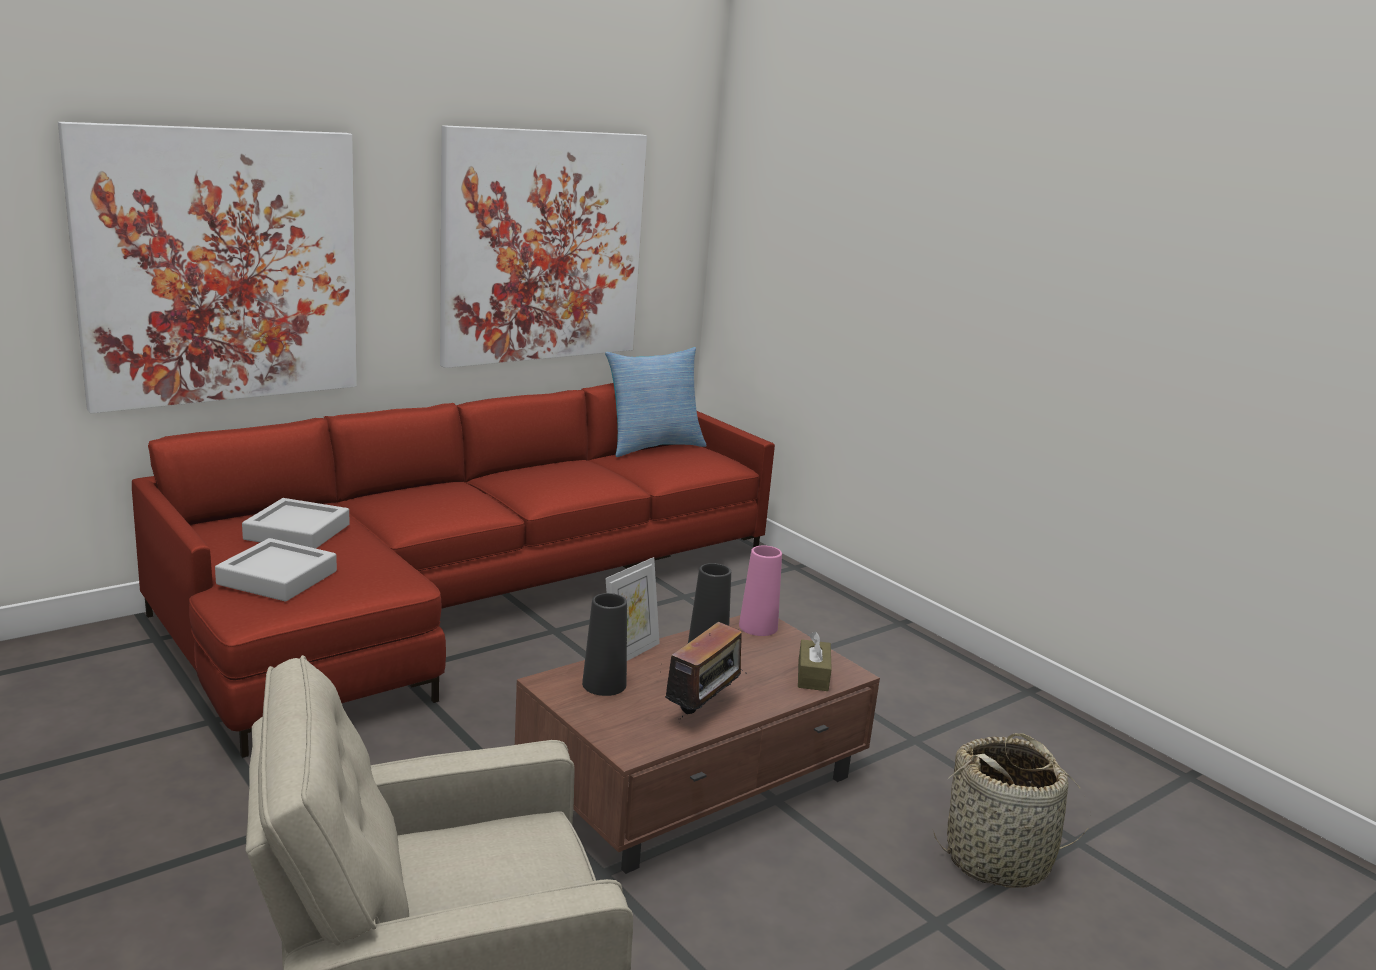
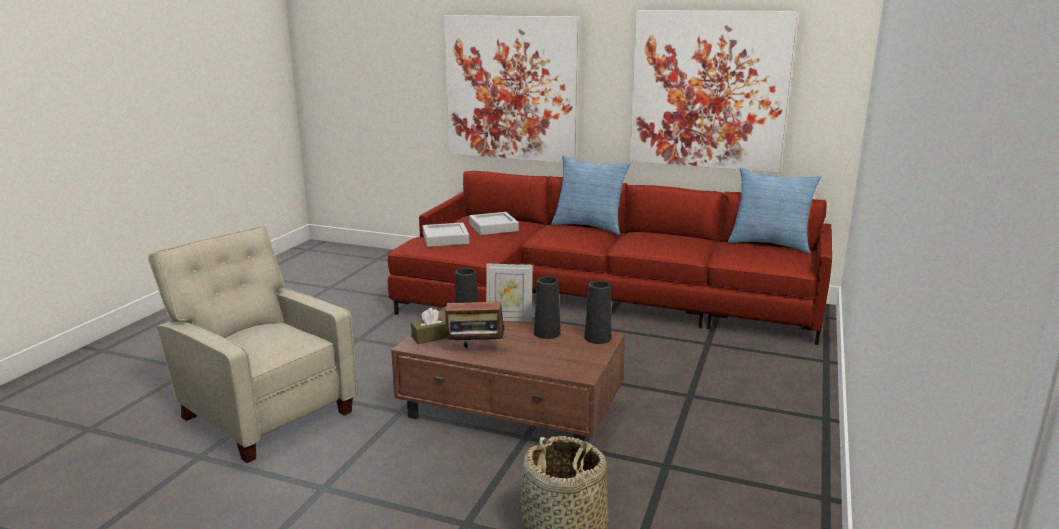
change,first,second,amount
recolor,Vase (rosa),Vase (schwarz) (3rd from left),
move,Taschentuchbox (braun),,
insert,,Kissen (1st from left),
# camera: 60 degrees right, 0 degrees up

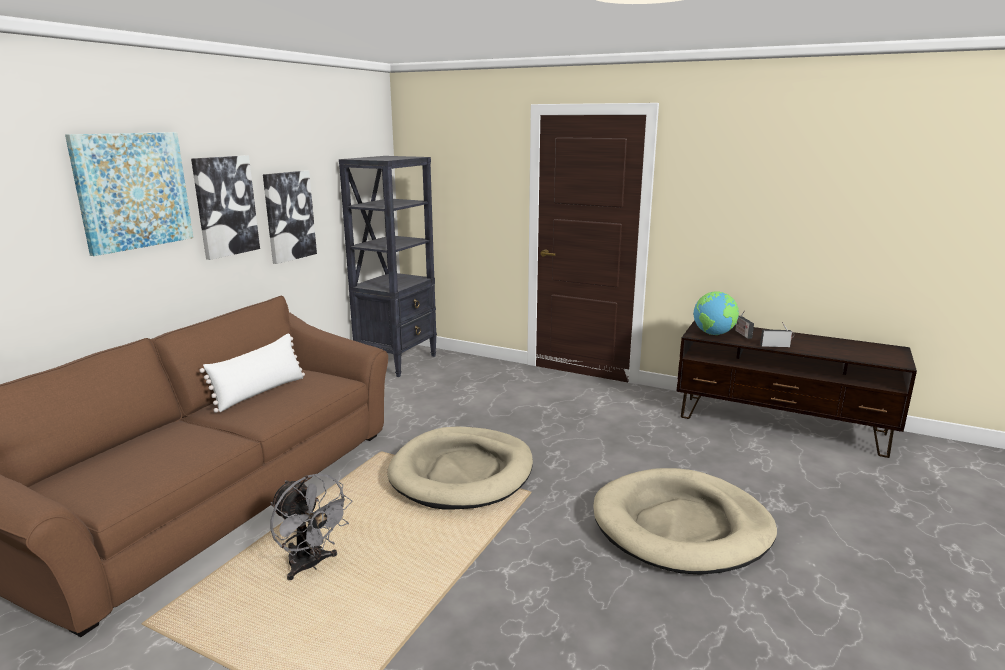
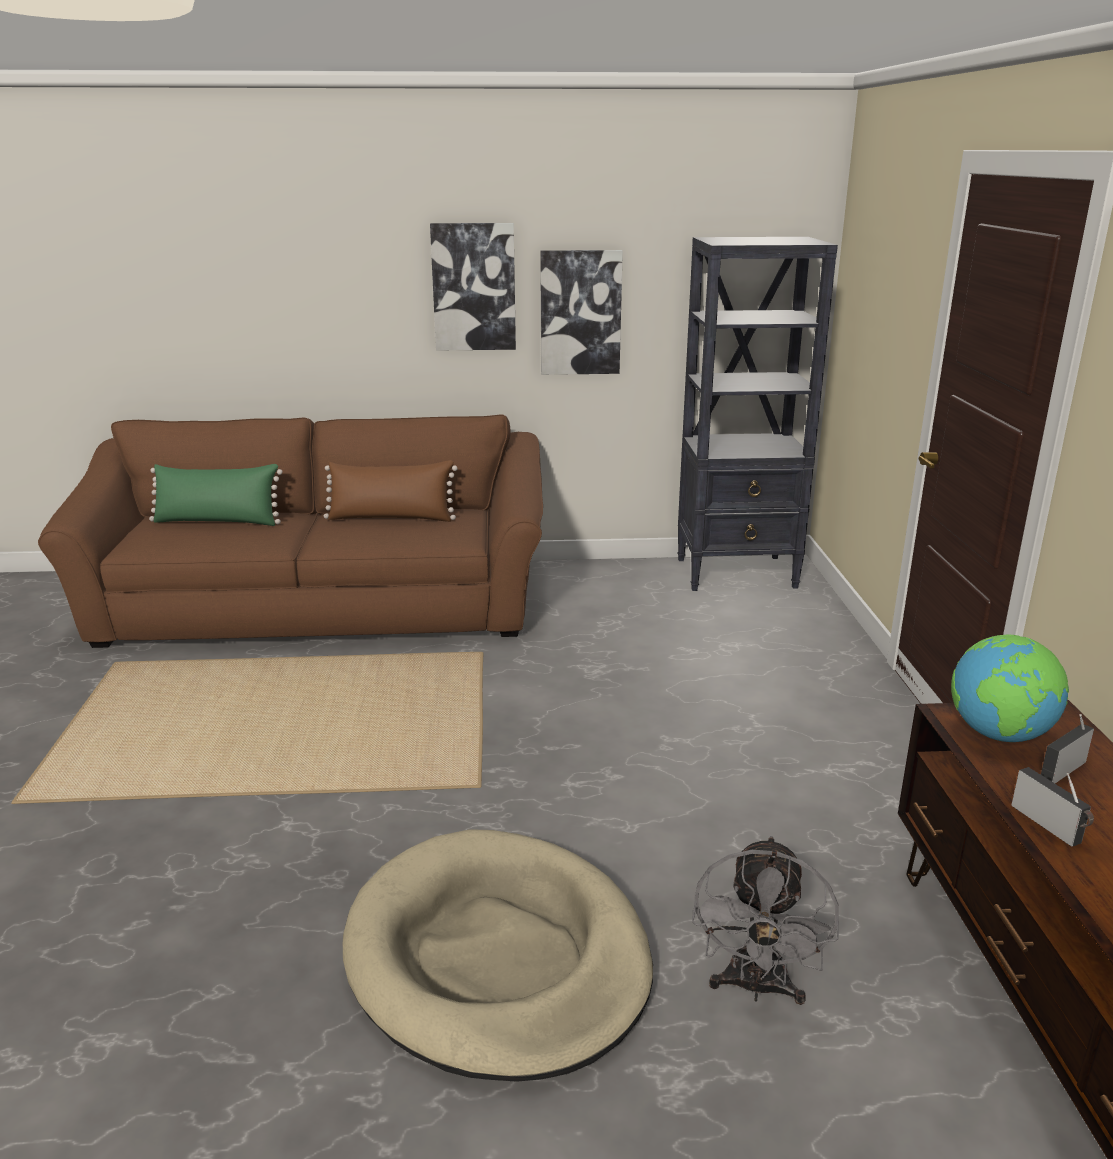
change,first,second,amount
delete,Bild (1st from left),,
recolor,Kissen (weiß),Kissen (braun),
delete,Hundebett (beige) (1st from left),,
move,Ventilator (grau),,
insert,,Kissen (grün),
# camera: 60 degrees right, 5 degrees up

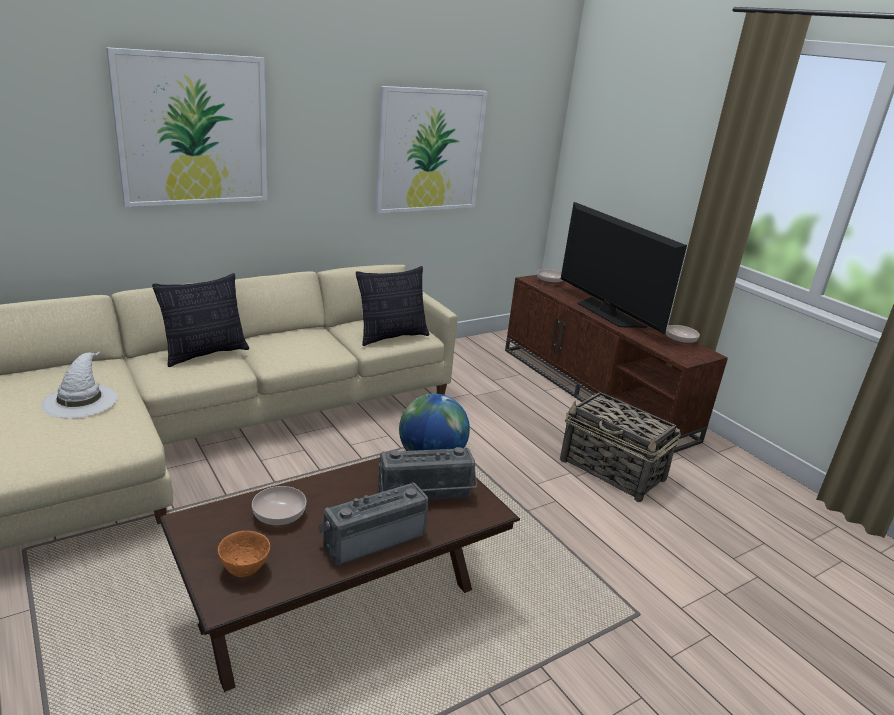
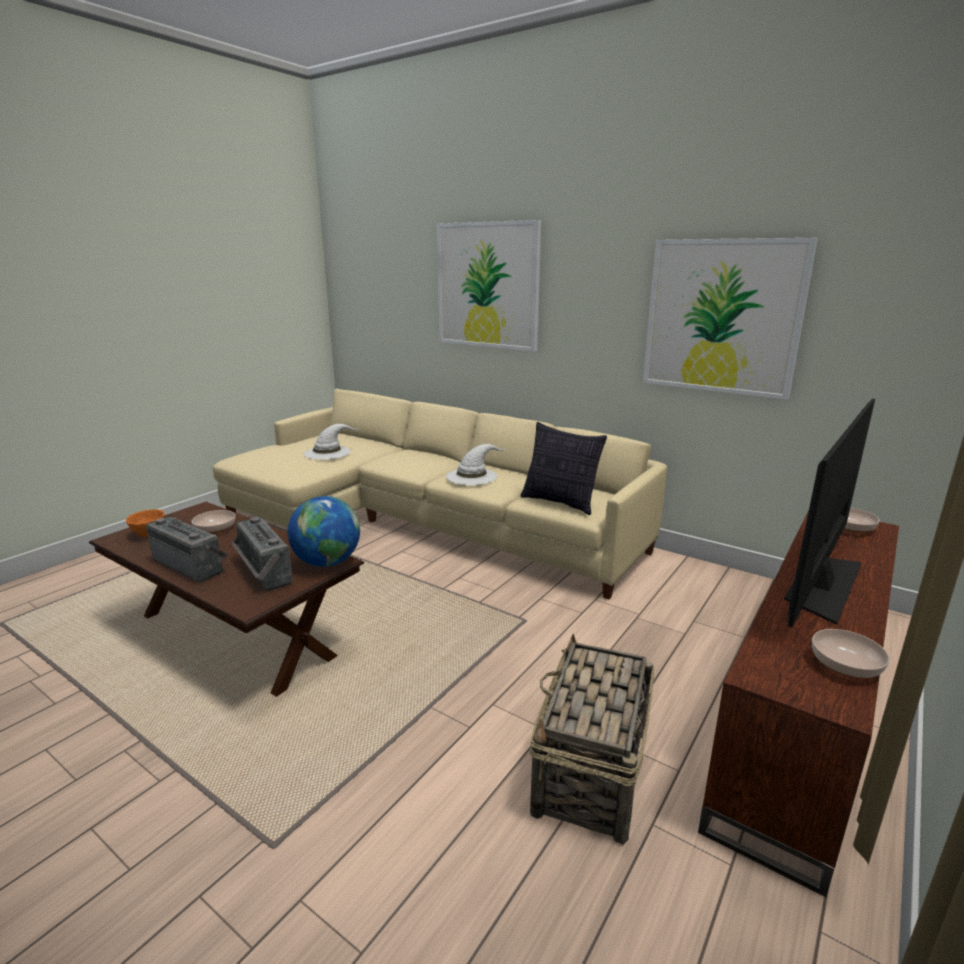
change,first,second,amount
delete,Kissen (1st from left),,
insert,,Hut (weiß) (2nd from left),
# camera: 70 degrees right, 5 degrees down

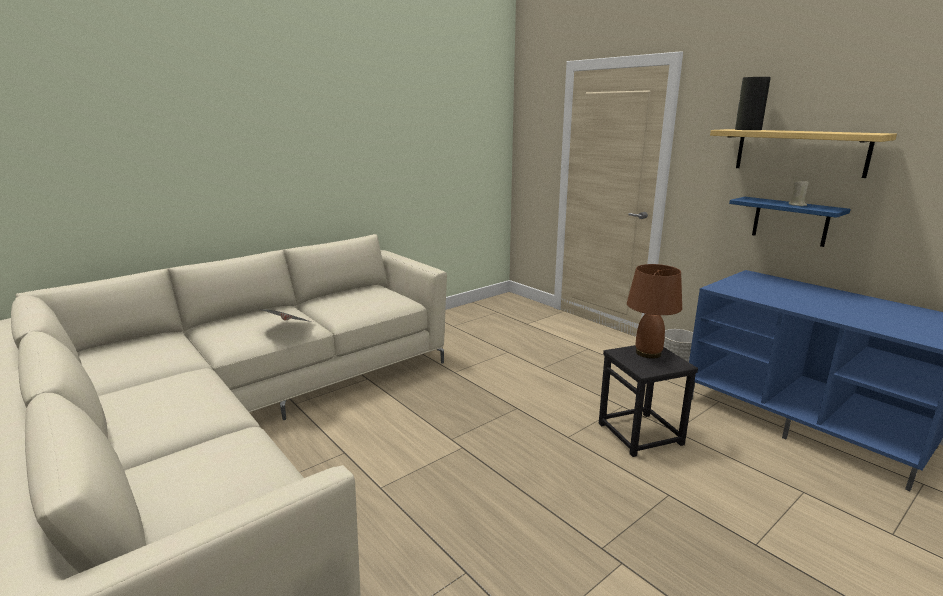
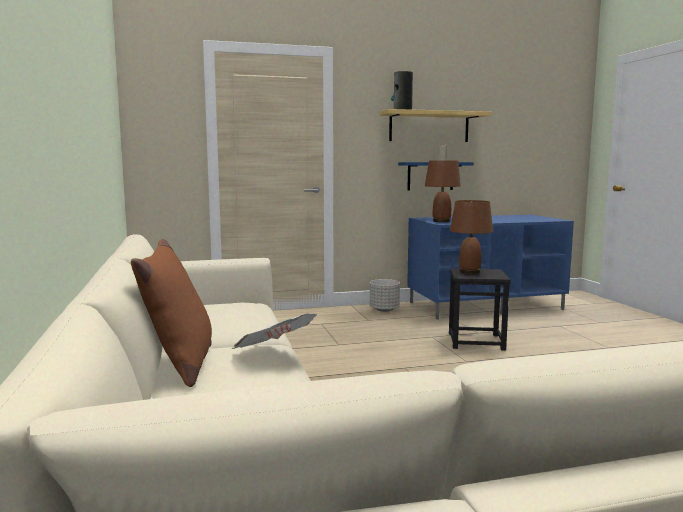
change,first,second,amount
insert,,Tischlampe (braun) (1st from left),
insert,,Kissen (braun),
# camera: 65 degrees left, 10 degrees down

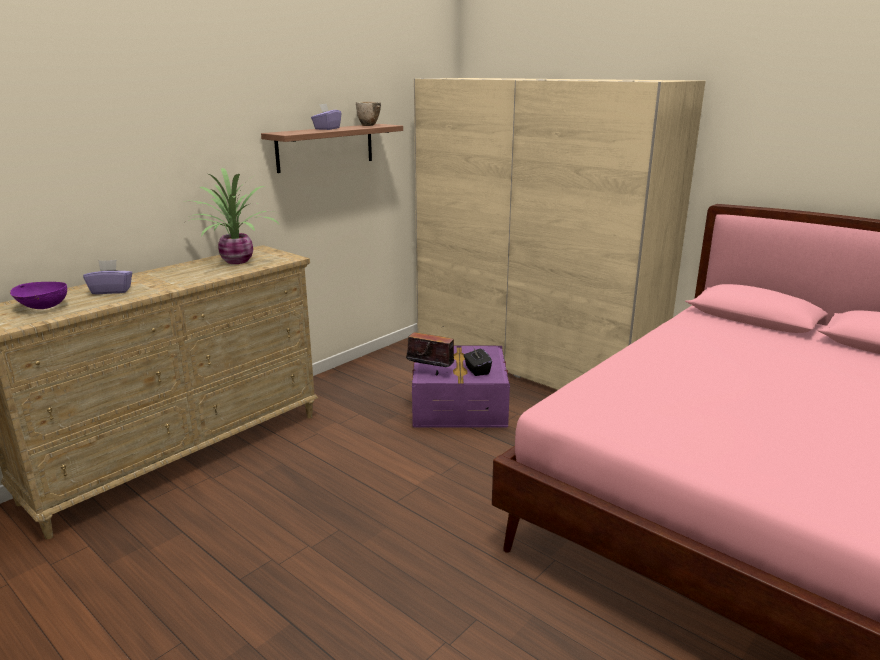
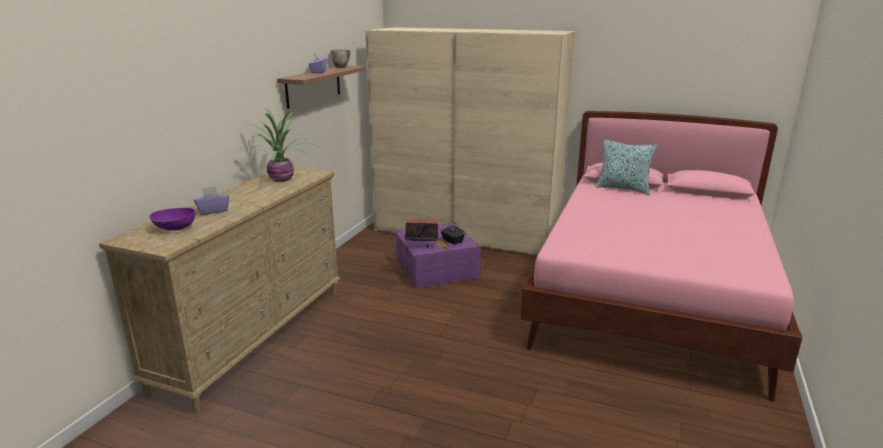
change,first,second,amount
insert,,Kissen,
# camera: 20 degrees left, 0 degrees up

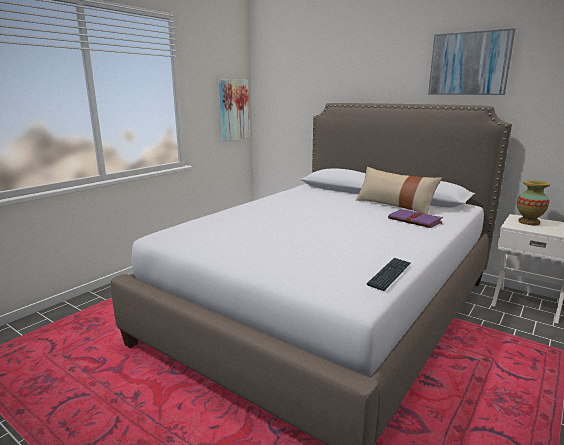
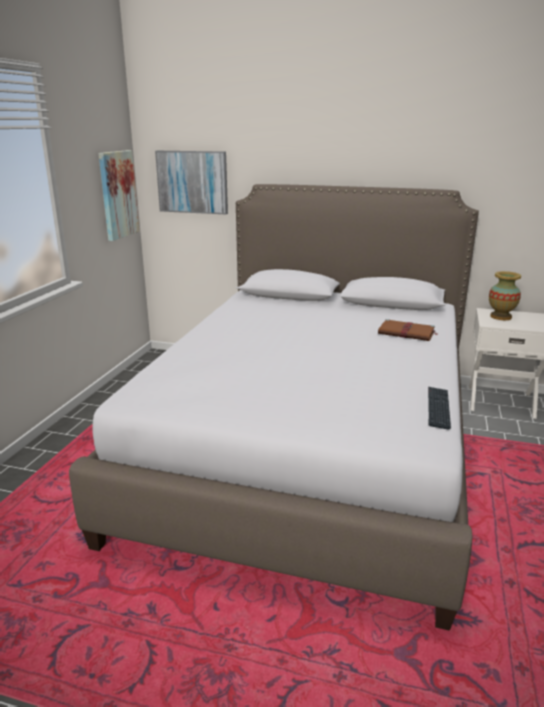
change,first,second,amount
move,Bild (2nd from left),,
delete,Kissen (beige),,
recolor,Buch (lila),Buch (braun),
# camera: 20 degrees left, 5 degrees up

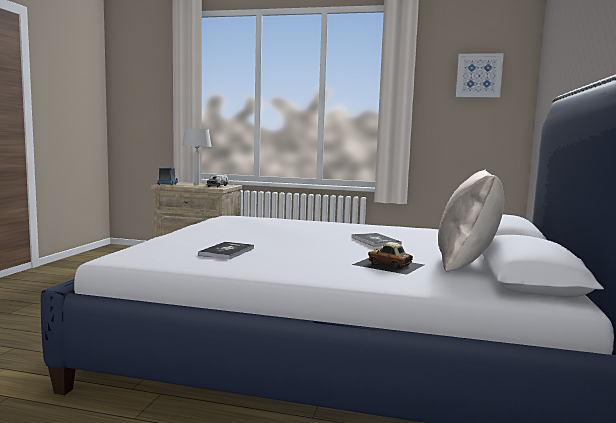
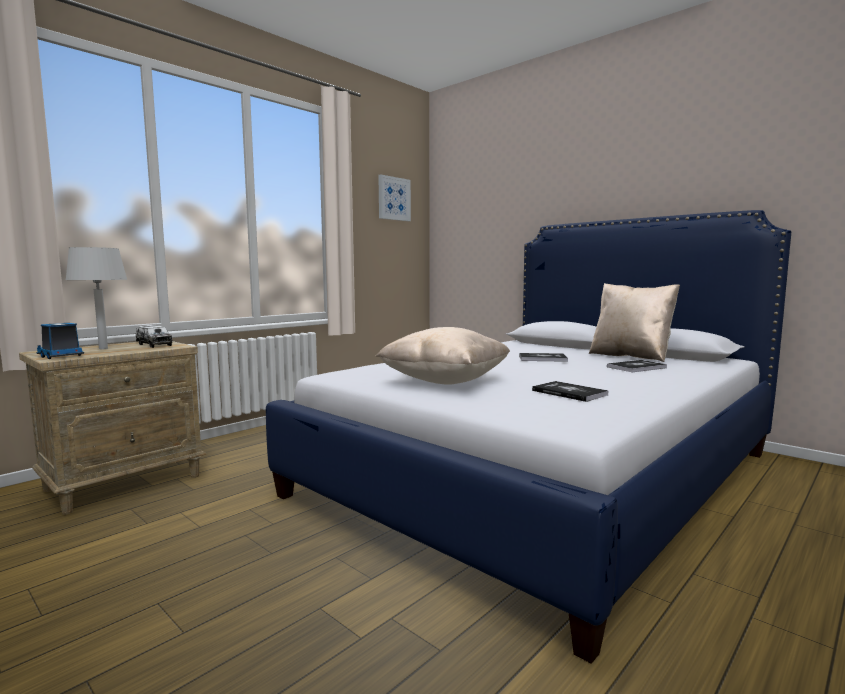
change,first,second,amount
replace,Spielzeugauto,Buch (3rd from left),
insert,,Kissen (beige) (1st from left),
# camera: 60 degrees left, 0 degrees up

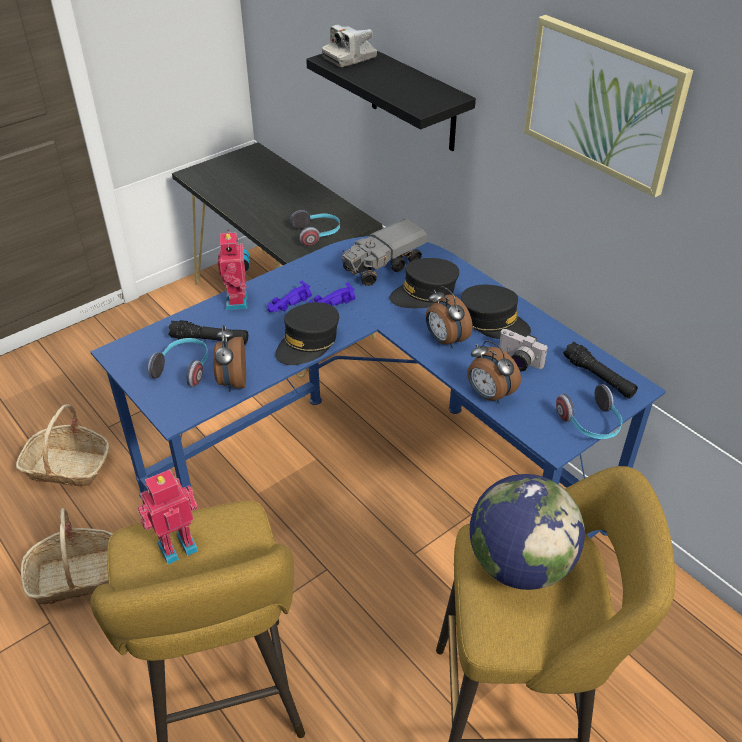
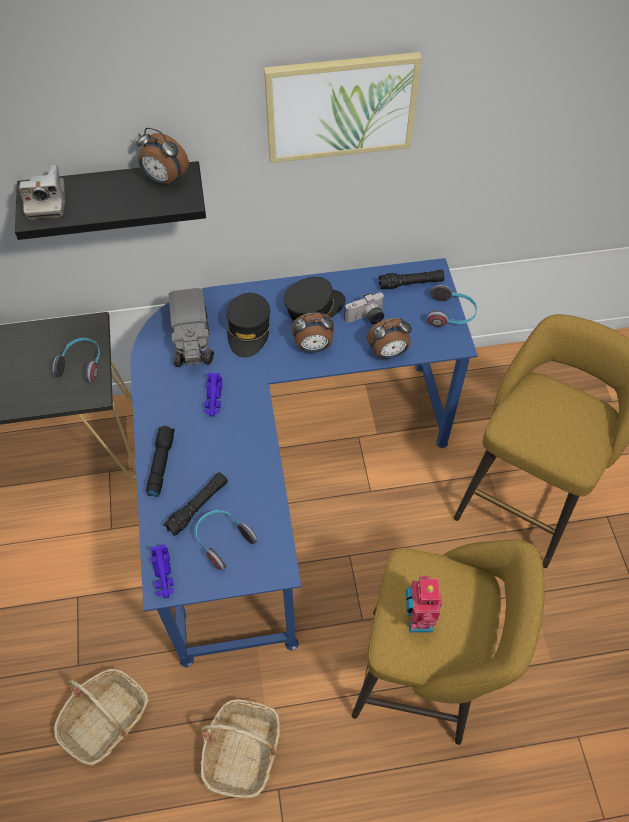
change,first,second,amount
replace,Spielzeugroboter (2nd from left),Taschenlampe (schwarz) (1st from left),
move,Spielzeugauto (lila) (1st from left),,
delete,Kappe (schwarz) (1st from left),,
move,Wecker (1st from left),,
delete,Globus,,
# camera: 60 degrees left, 15 degrees up

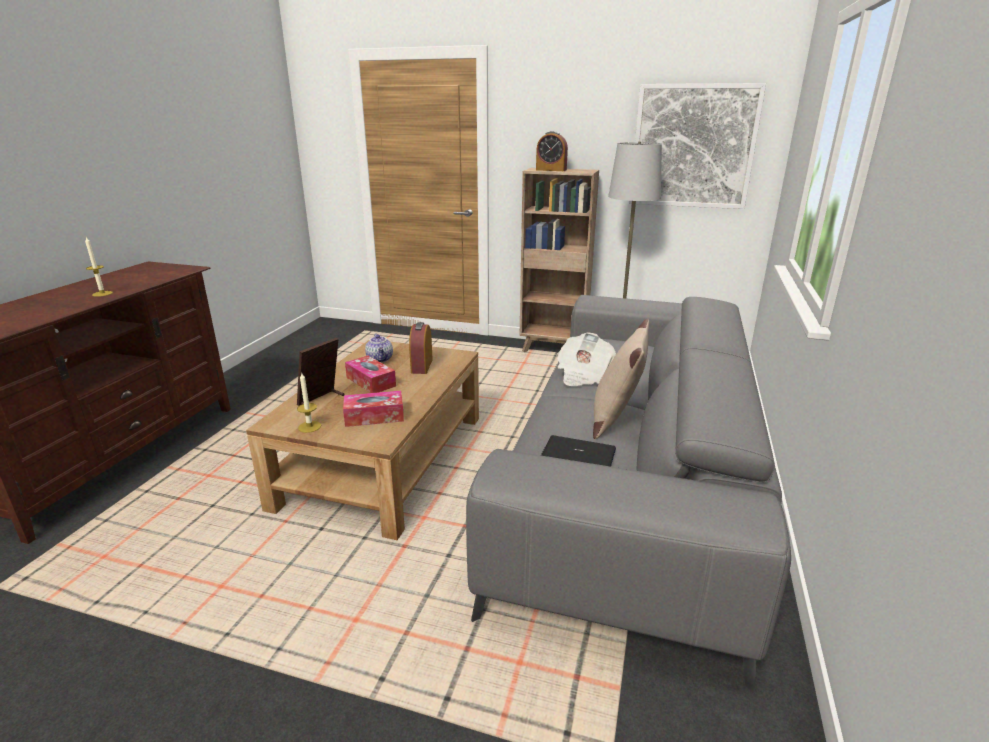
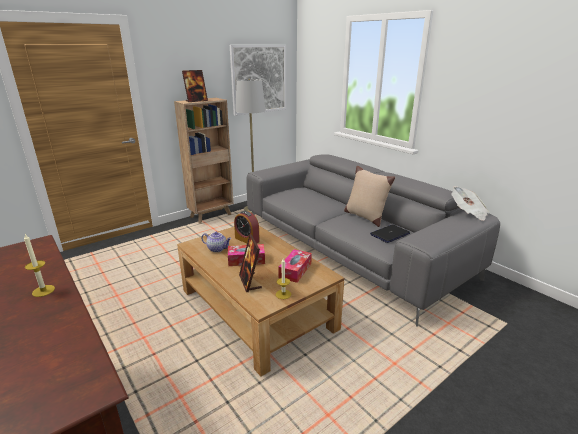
change,first,second,amount
replace,Wecker (2nd from left),Bilderrahmen (1st from left),
move,Zeitung,,
# camera: 55 degrees left, 0 degrees up

